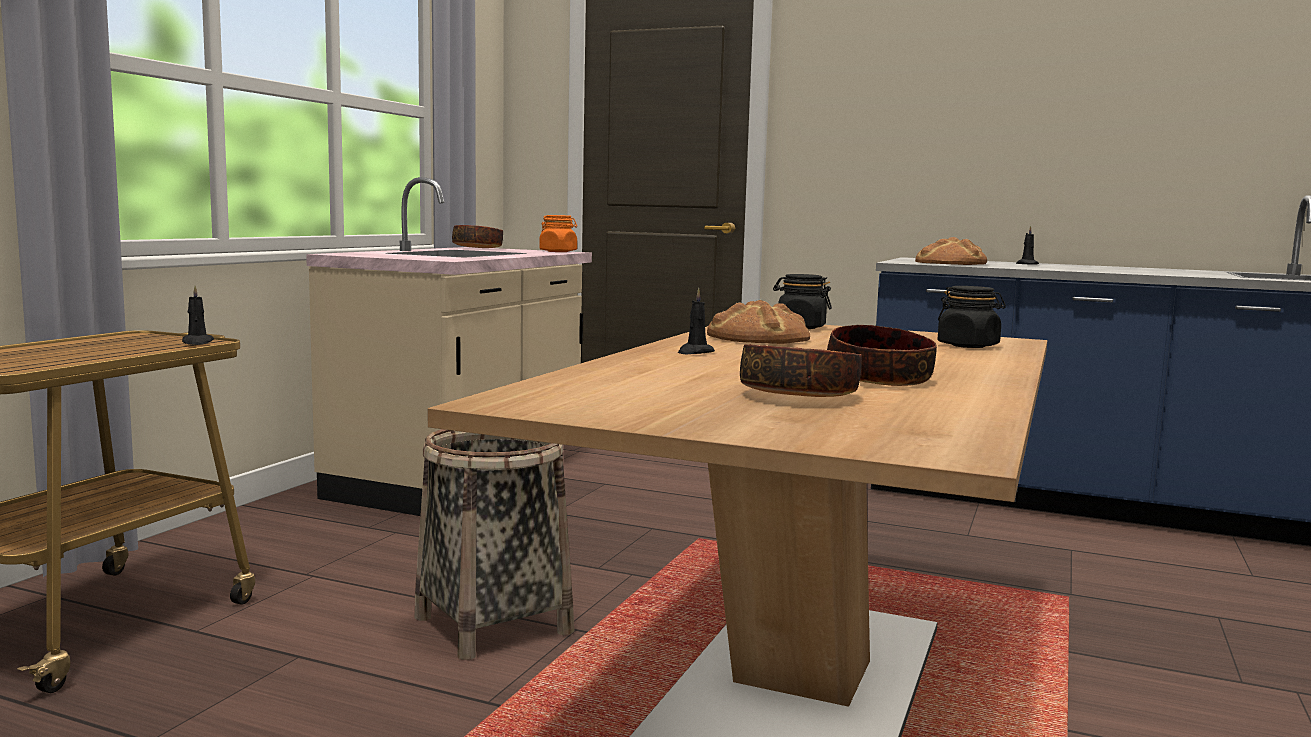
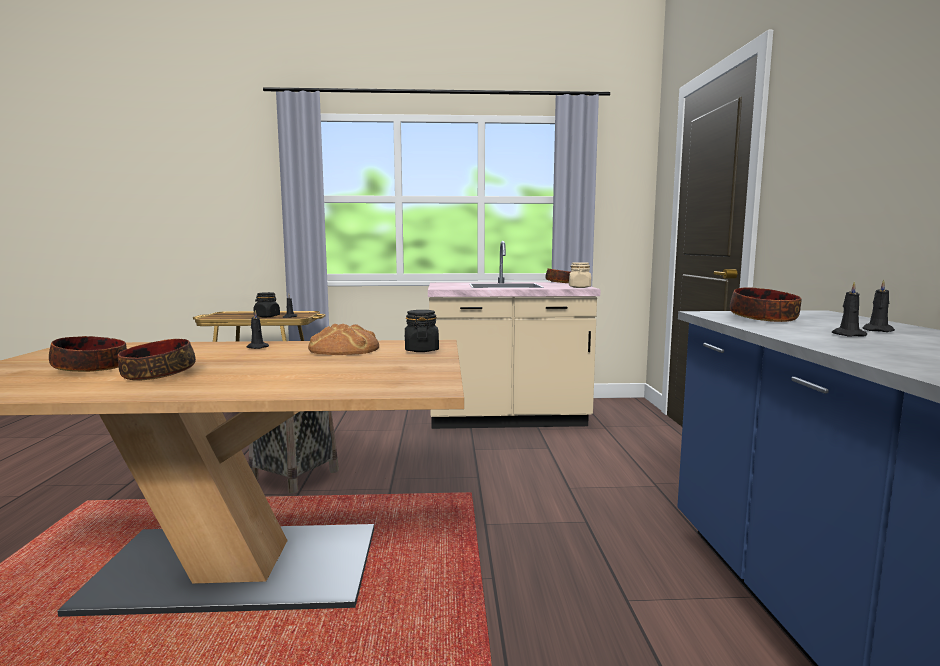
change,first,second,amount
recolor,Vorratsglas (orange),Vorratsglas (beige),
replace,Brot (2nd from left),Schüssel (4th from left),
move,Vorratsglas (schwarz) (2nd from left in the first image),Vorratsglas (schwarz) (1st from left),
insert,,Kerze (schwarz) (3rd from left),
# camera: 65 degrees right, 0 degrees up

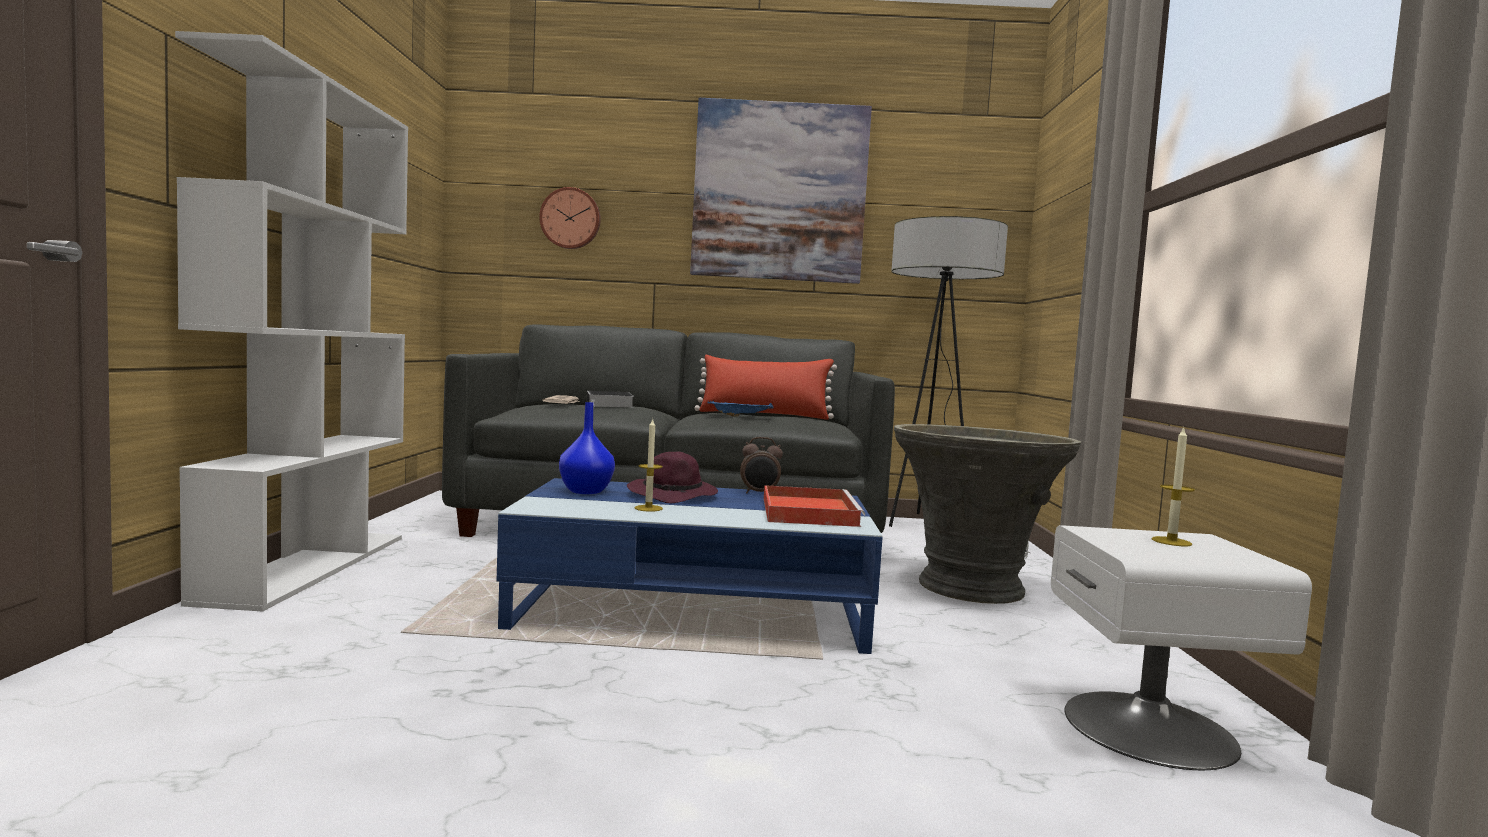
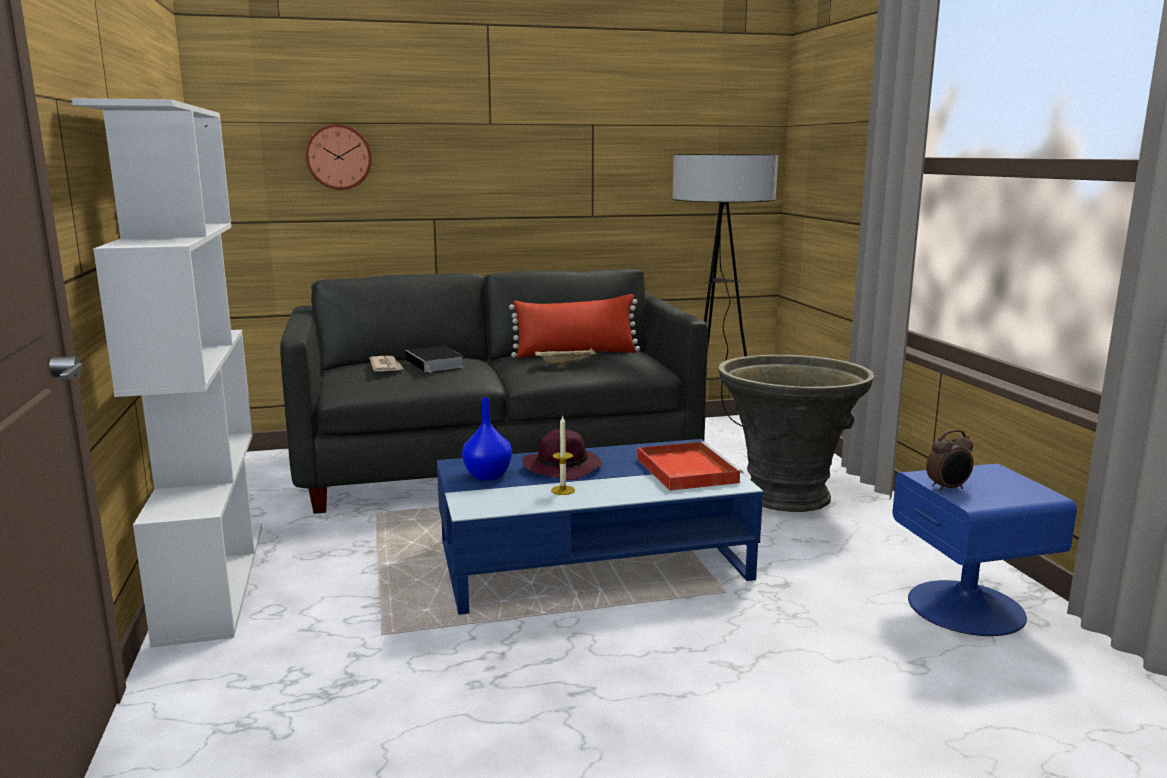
change,first,second,amount
delete,Bild,,
recolor,Tablett (blau),Tablett (beige),
delete,Kerze (2nd from left),,
move,Wecker,,
recolor,Nachttisch (weiß),Nachttisch (blau),
# camera: 15 degrees left, 10 degrees up

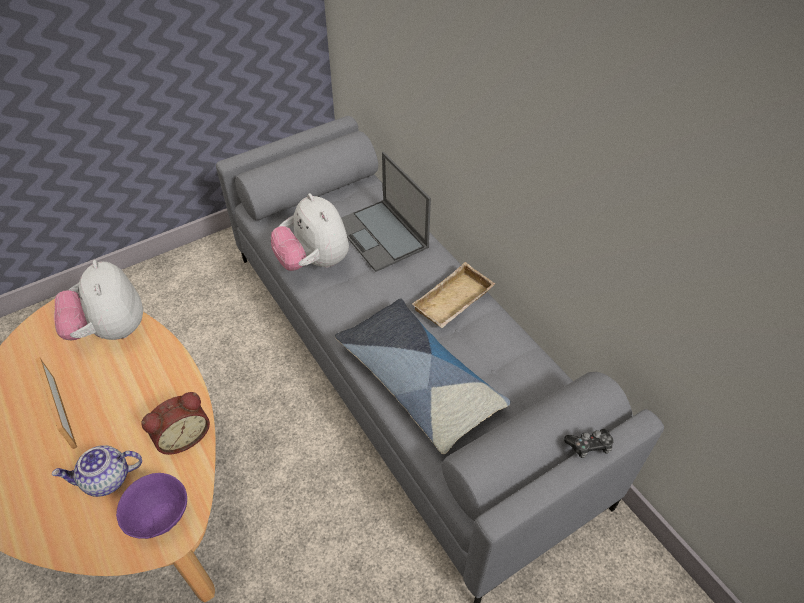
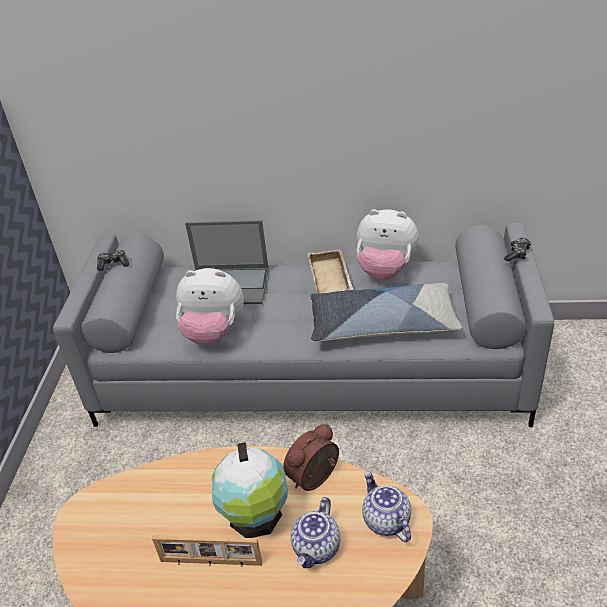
change,first,second,amount
move,Plüschtier (1st from left in the first image),Plüschtier (2nd from left),
rotate,Wecker,,135 degrees counterclockwise
replace,Schüssel (lila),Teekanne (2nd from left),
insert,,Gamepad (1st from left),
insert,,Globus,
# camera: 50 degrees left, 10 degrees down

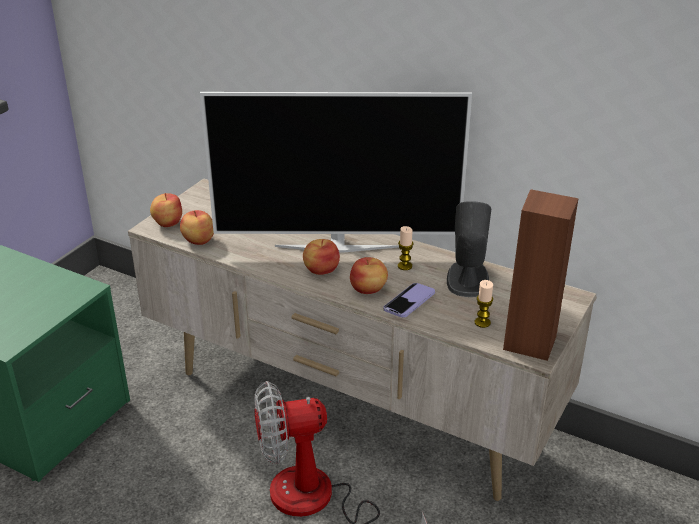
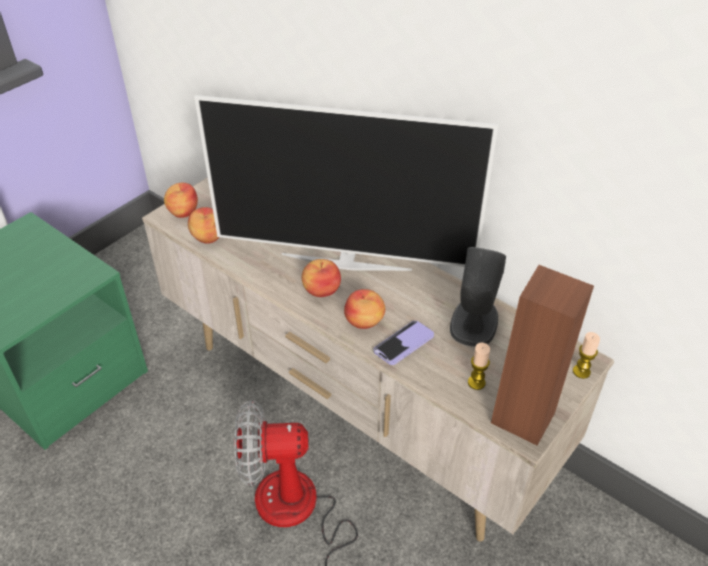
change,first,second,amount
move,Kerze (1st from left in the first image),Kerze (2nd from left),
# camera: 10 degrees right, 10 degrees up

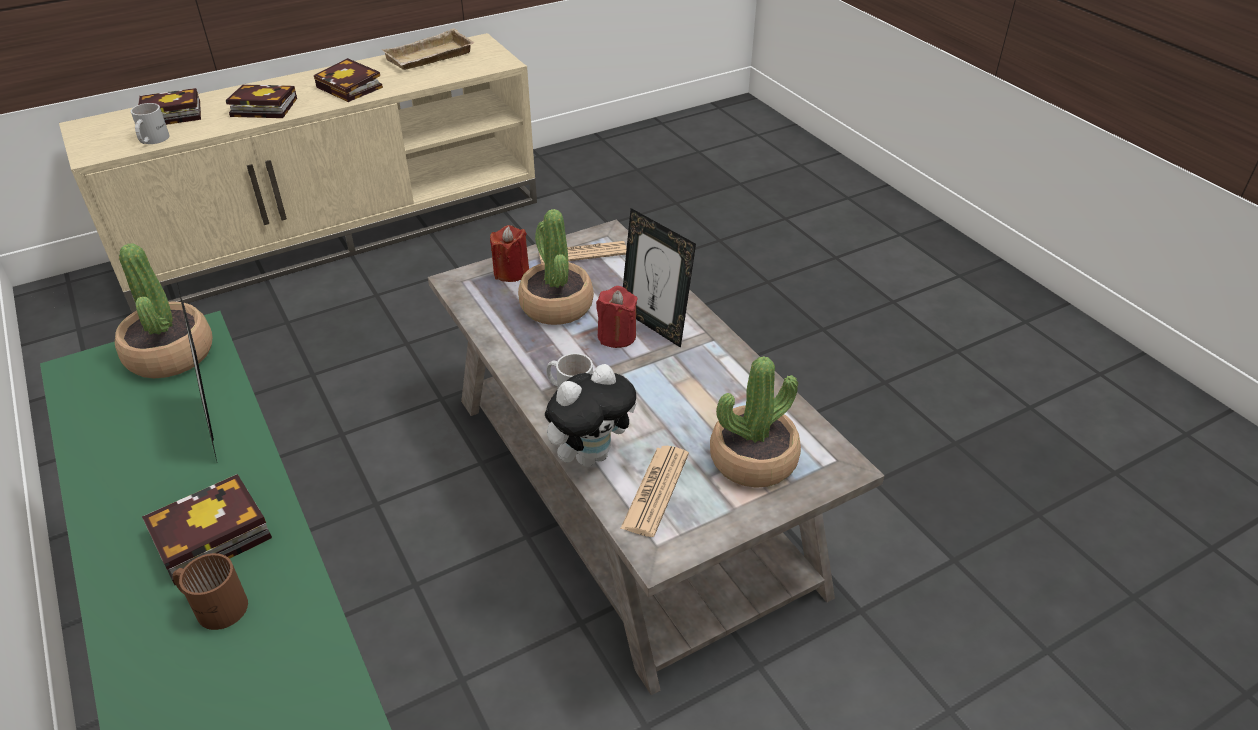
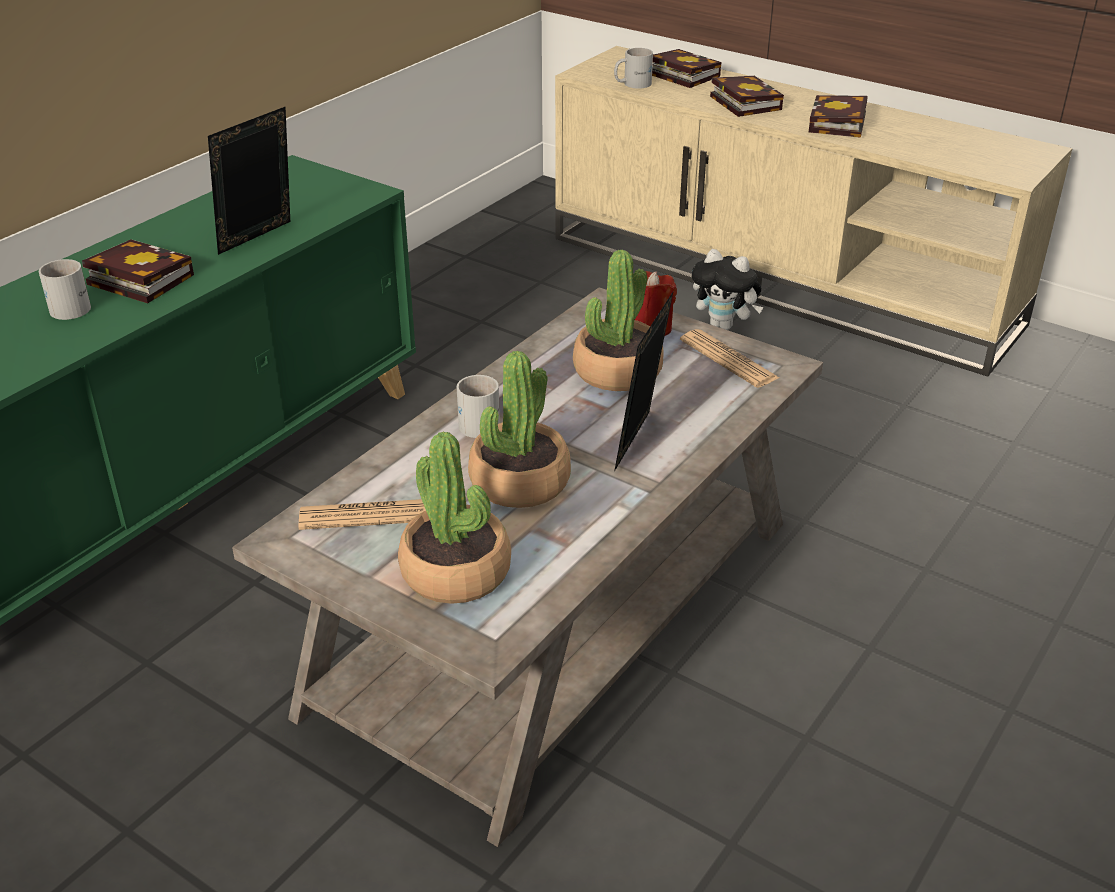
change,first,second,amount
delete,Tablett (beige),,
move,Topfpflanze (1st from left in the first image),Topfpflanze (2nd from left),
delete,Kerze (rot) (2nd from left),,
move,Plüschtier,,
recolor,Henkelbecher (braun),Henkelbecher (weiß) (1st from left),
# camera: 65 degrees right, 5 degrees down

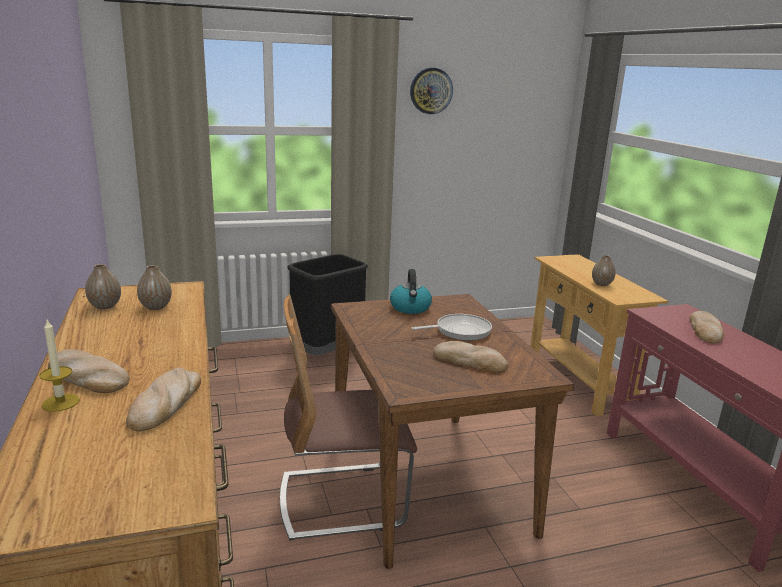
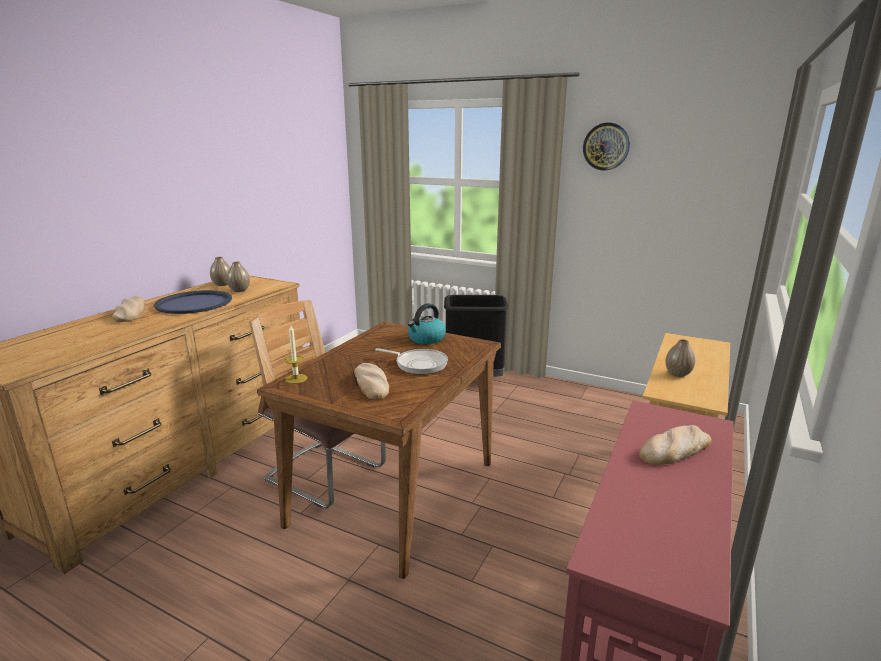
change,first,second,amount
move,Kerze,,
delete,Brot (2nd from left),,
insert,,Tablett (blau),
# camera: 45 degrees right, 0 degrees up

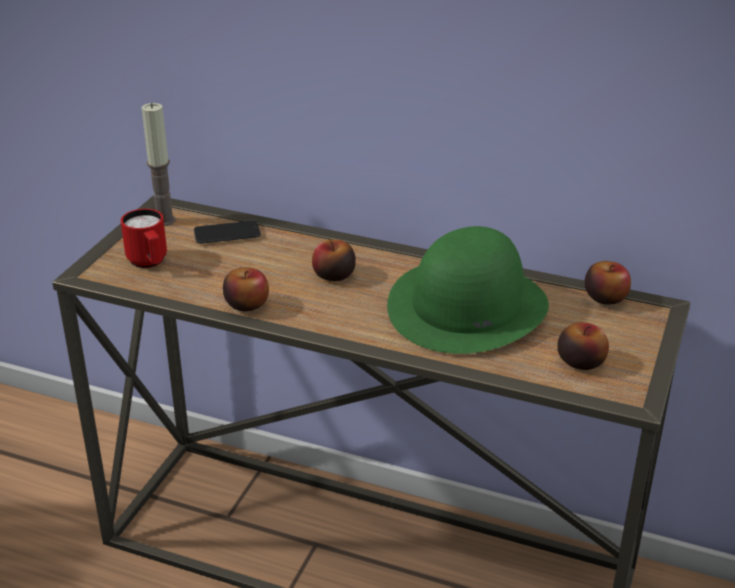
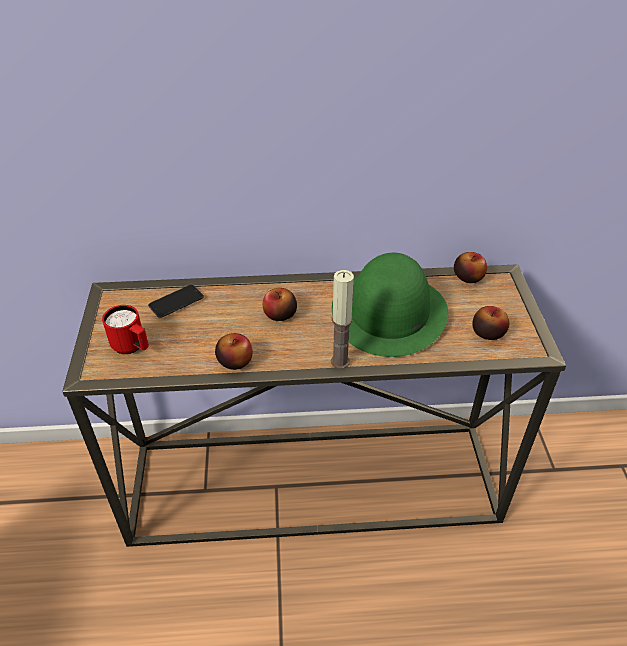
change,first,second,amount
move,Kerze,,
# camera: 25 degrees left, 10 degrees up

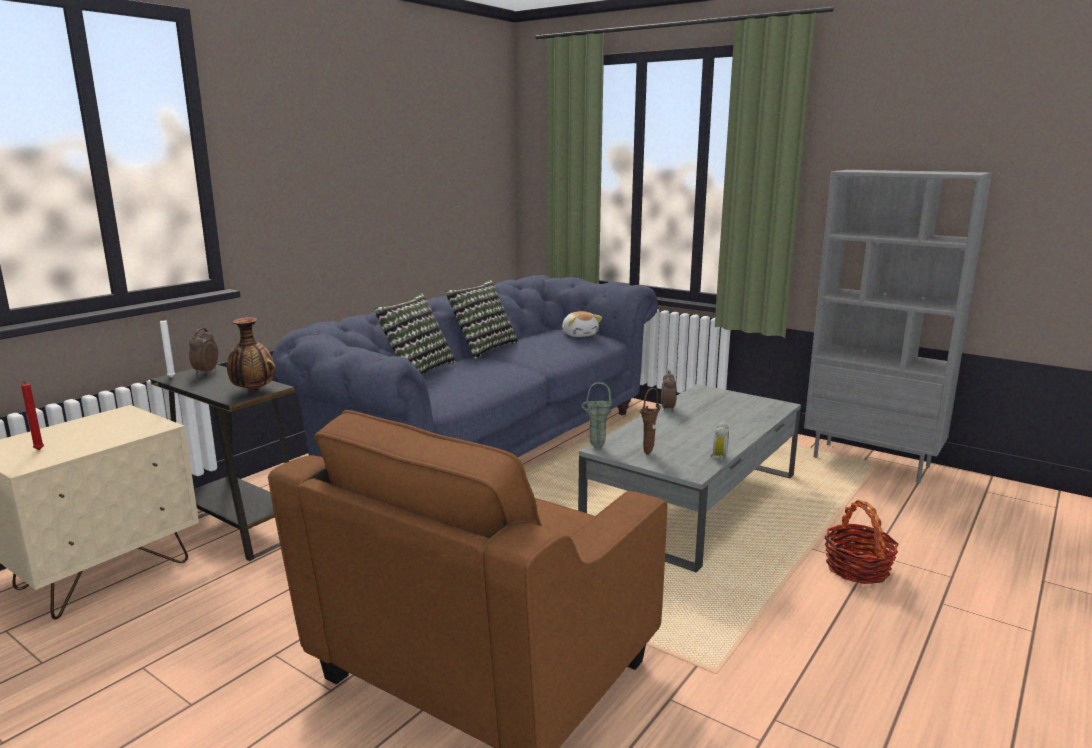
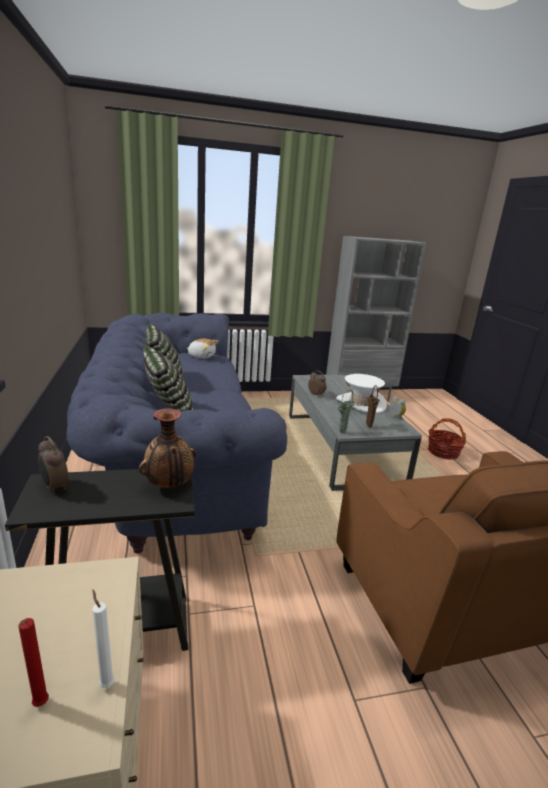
change,first,second,amount
move,Kerze (weiß),,
insert,,Hut (weiß),
# camera: 50 degrees left, 5 degrees up

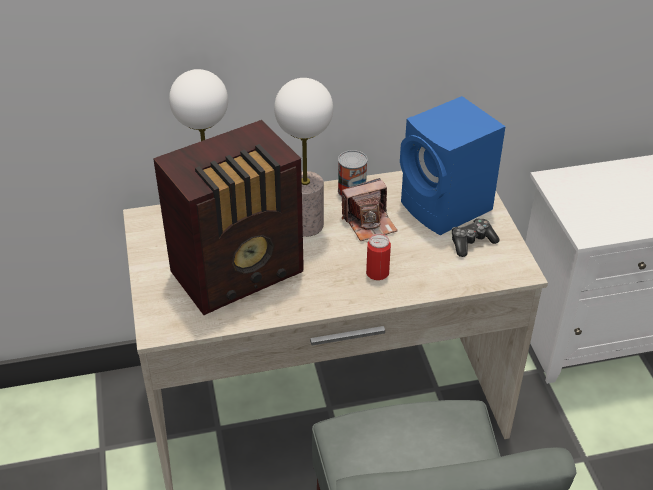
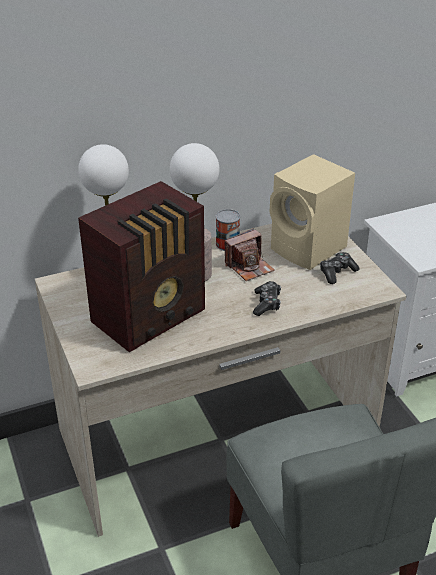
change,first,second,amount
recolor,Lautsprecher (blau),Lautsprecher (beige),
replace,Dose (2nd from left),Gamepad (1st from left),
# camera: 10 degrees left, 5 degrees down

